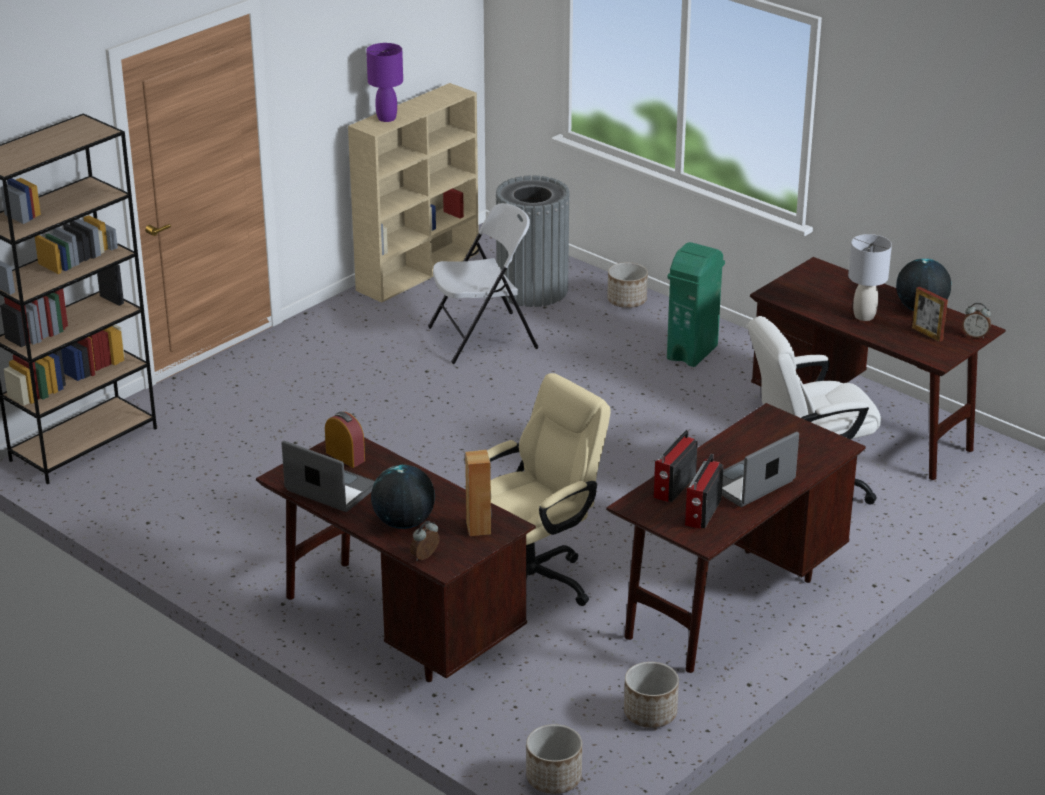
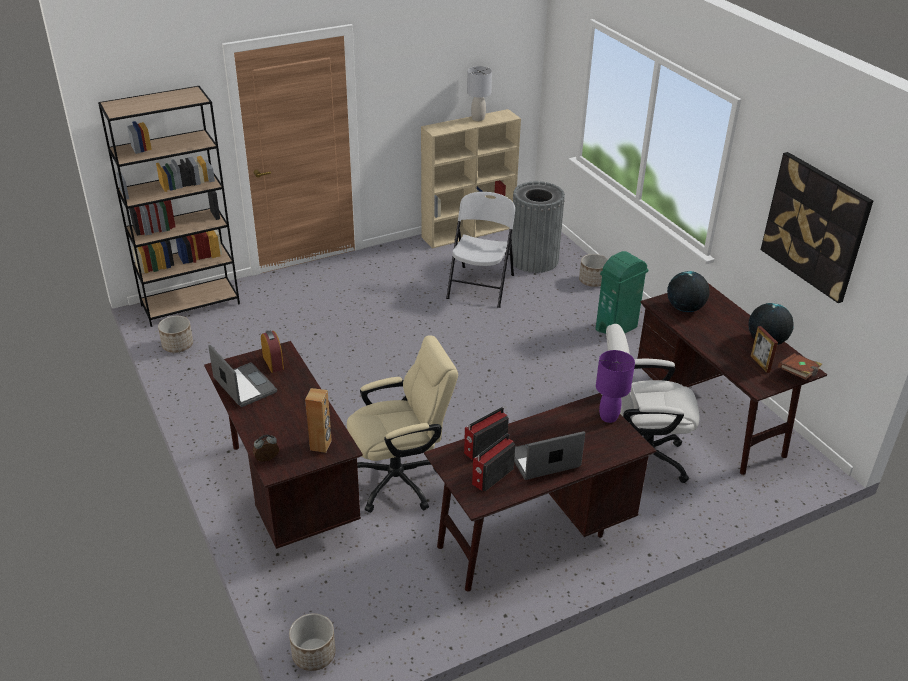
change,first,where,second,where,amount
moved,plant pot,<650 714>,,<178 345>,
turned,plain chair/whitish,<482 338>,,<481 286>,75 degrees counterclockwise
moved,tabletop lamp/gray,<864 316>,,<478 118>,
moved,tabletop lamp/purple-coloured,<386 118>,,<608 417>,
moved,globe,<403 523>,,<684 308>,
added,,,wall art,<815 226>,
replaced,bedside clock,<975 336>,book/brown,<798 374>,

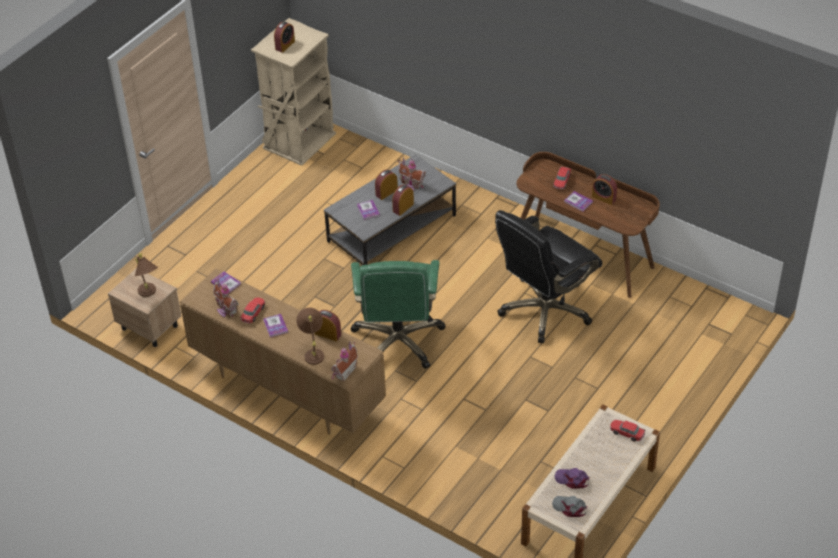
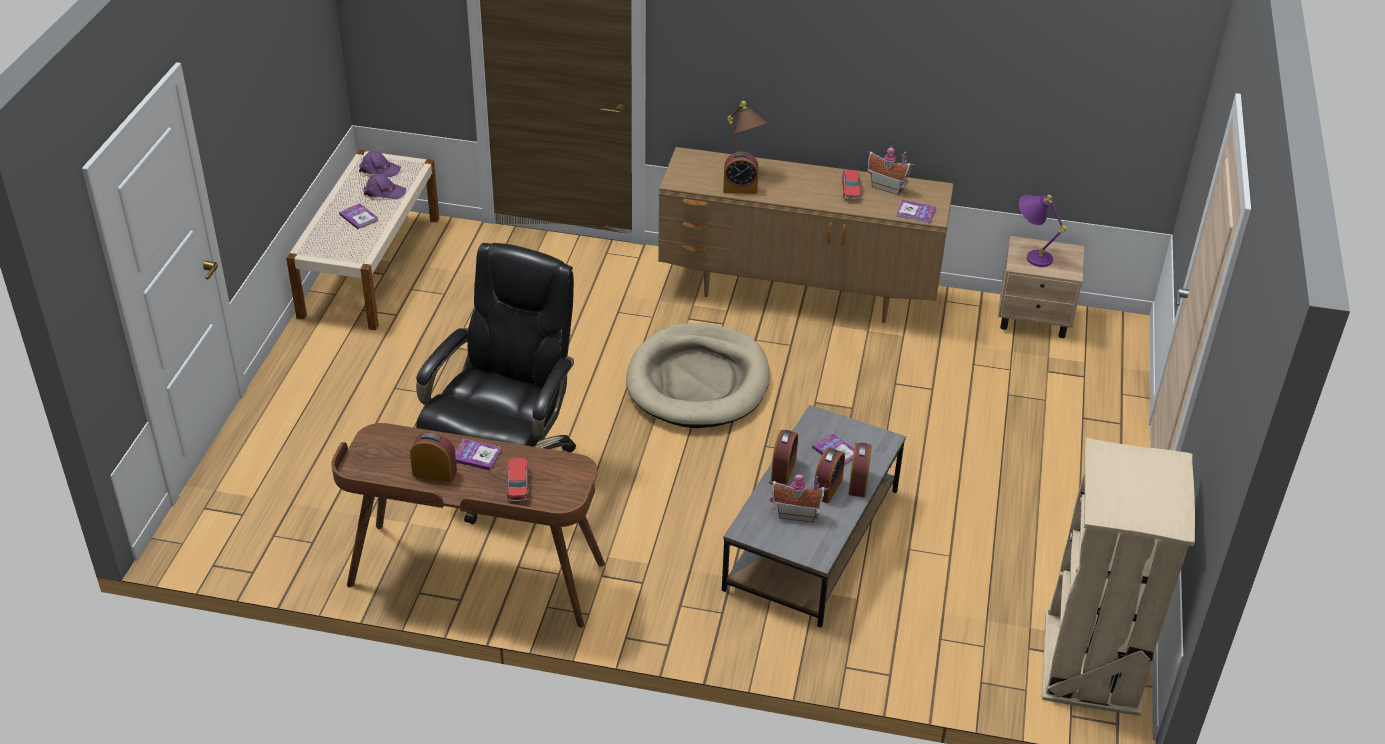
change,first,where,second,where,amount
moved,book,<275 326>,,<358 217>,
recoloured,cap/gray,<570 507>,cap/purple-coloured,<379 169>,
replaced,computer chair/green-coloured,<398 340>,dog bed/beige,<698 381>,
moved,bedside clock,<285 45>,,<858 482>,
recoloured,tabletop lamp/brown,<149 294>,tabletop lamp/purple-coloured,<1031 255>,
removed,toy house,<343 372>,,,
removed,miniature car,<627 433>,,,

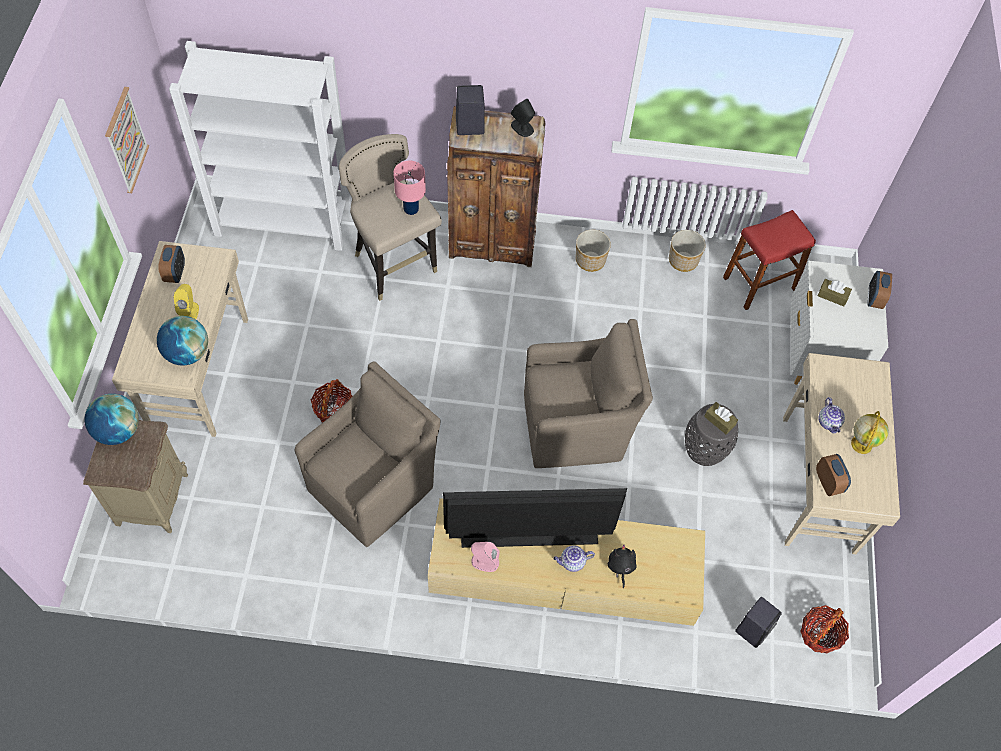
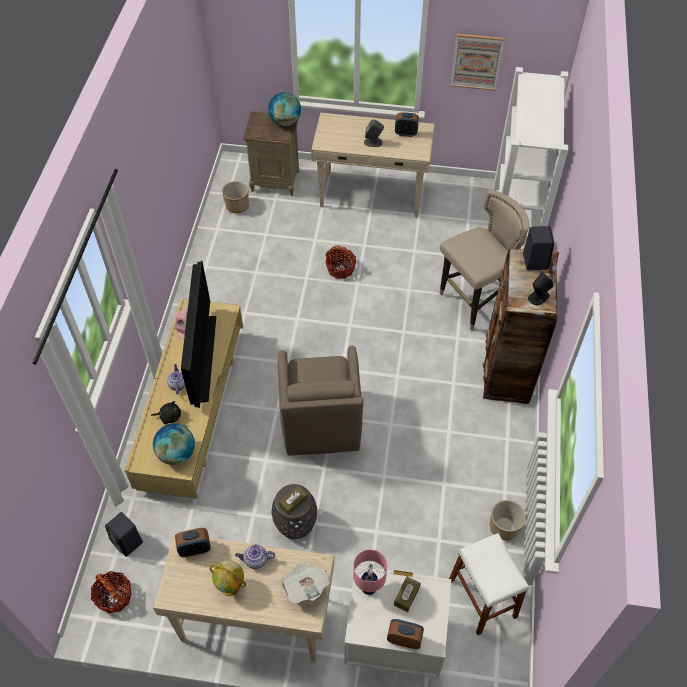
change,first,where,second,where,amount
moved,globe,<187 353>,,<177 453>,
moved,plant pot,<590 260>,,<237 206>,
added,,,daily paper,<305 585>,
moved,tabletop lamp/pinkish,<412 209>,,<369 588>,
recoloured,audio speaker/yellow-coloured,<189 312>,audio speaker/gray,<373 142>,
recoloured,stool seat/red,<759 283>,stool seat/whitish,<482 598>,
removed,lounge chair/brown,<374 486>,,,

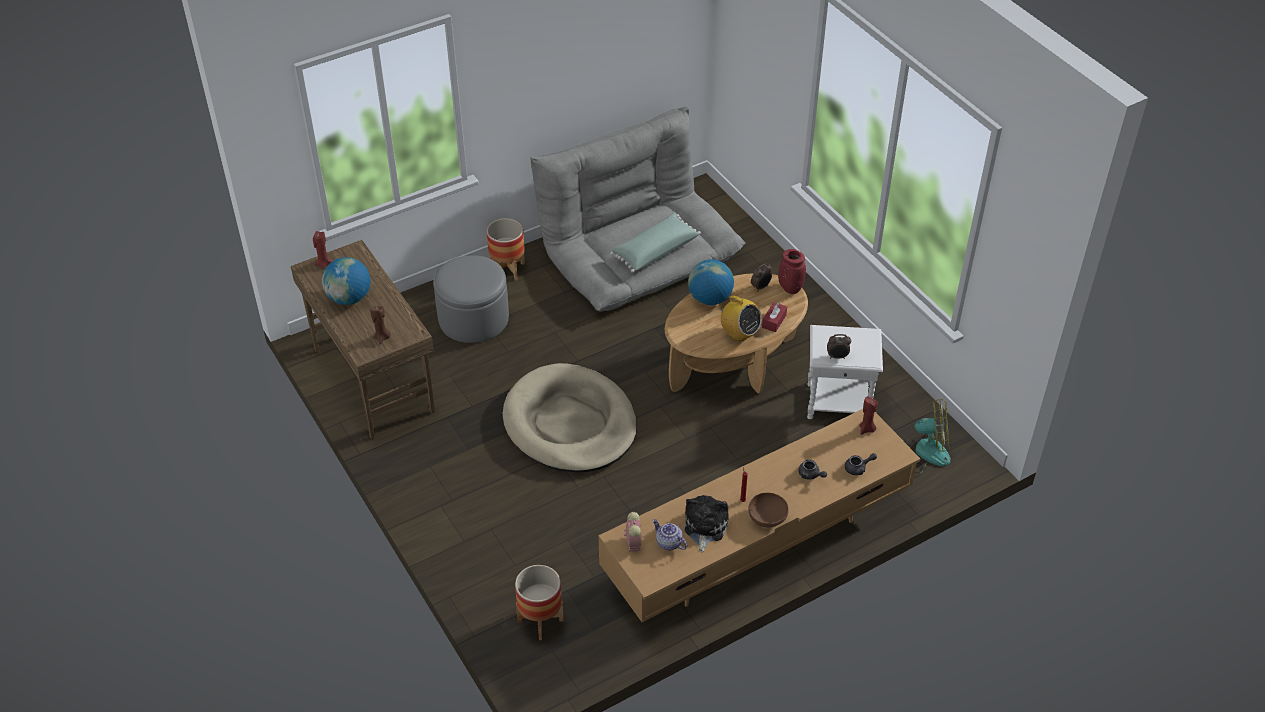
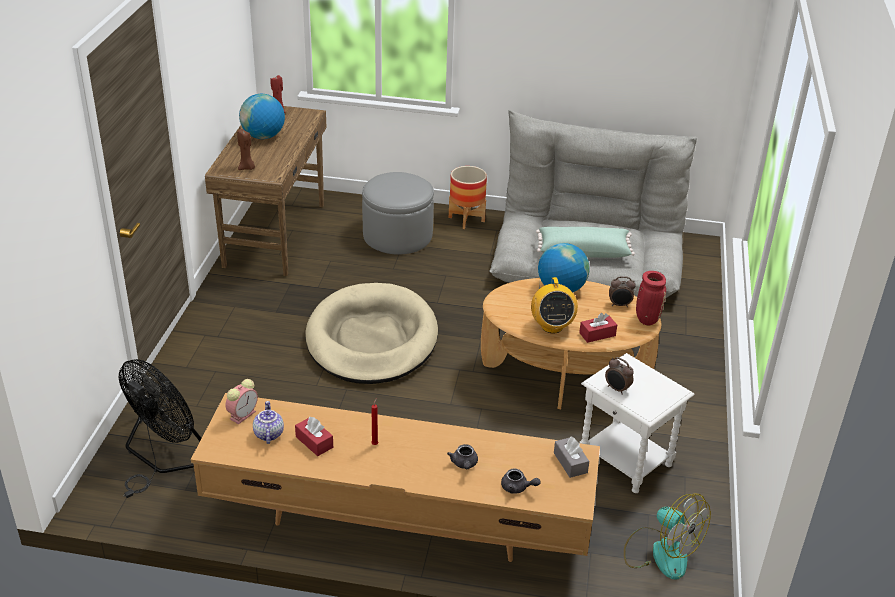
change,first,where,second,where,amount
replaced,plant pot,<540 621>,electric fan/blackish,<157 455>,
replaced,plush toy,<704 527>,tissue holder/red,<314 442>,
replaced,candle/red,<867 429>,tissue holder/gray,<570 463>,
removed,serving bowl/brown,<767 518>,,,

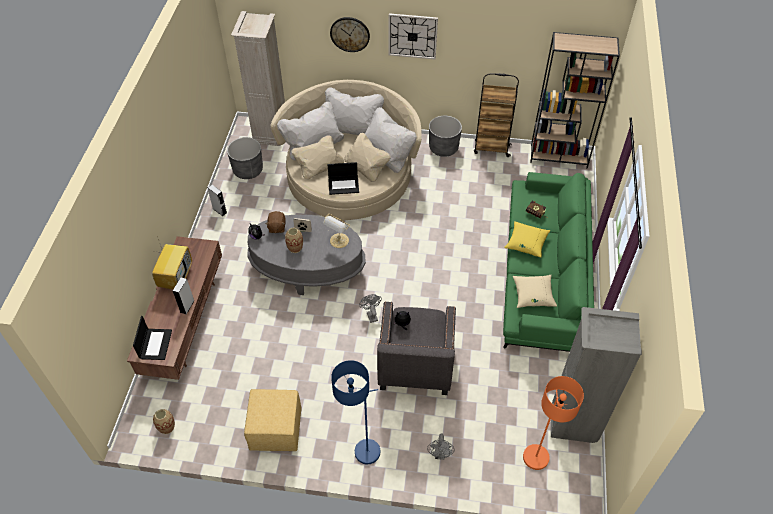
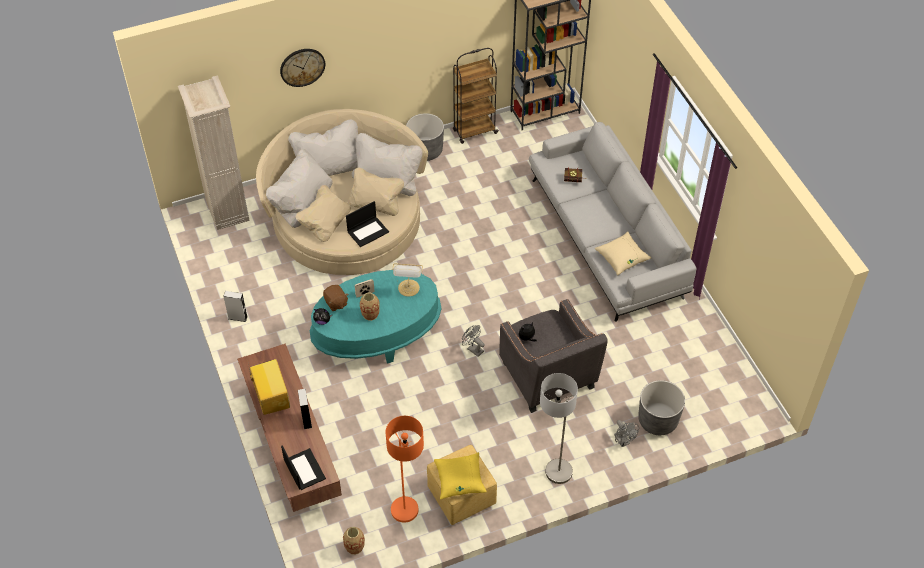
change,first,where,second,where,amount
recoloured,lounge table/gray,<308 267>,lounge table/turquoise-coloured,<377 333>,
moved,floor lamp/orange-coloured,<536 465>,,<408 517>,
moved,throw pillow/yellow-coloured,<526 243>,,<459 480>,
recoloured,sofa/green-coloured,<542 275>,sofa/gray,<605 237>,
recoloured,floor lamp/blue,<359 453>,floor lamp/gray,<553 477>,
moved,plant pot/gray,<248 170>,,<658 420>,
removed,clock on the wall,<412 36>,,,
removed,cabinet/gray,<573 424>,,,

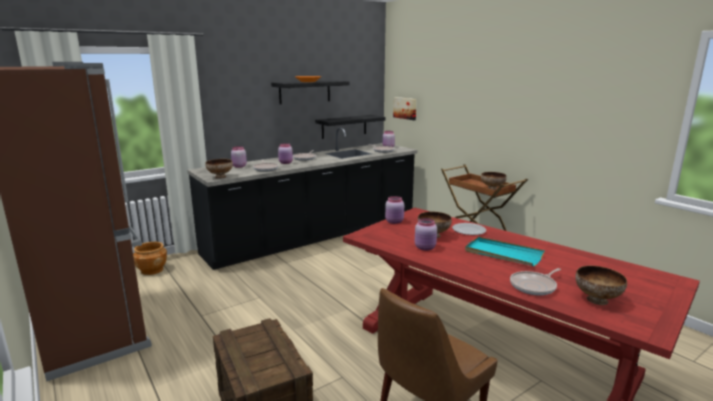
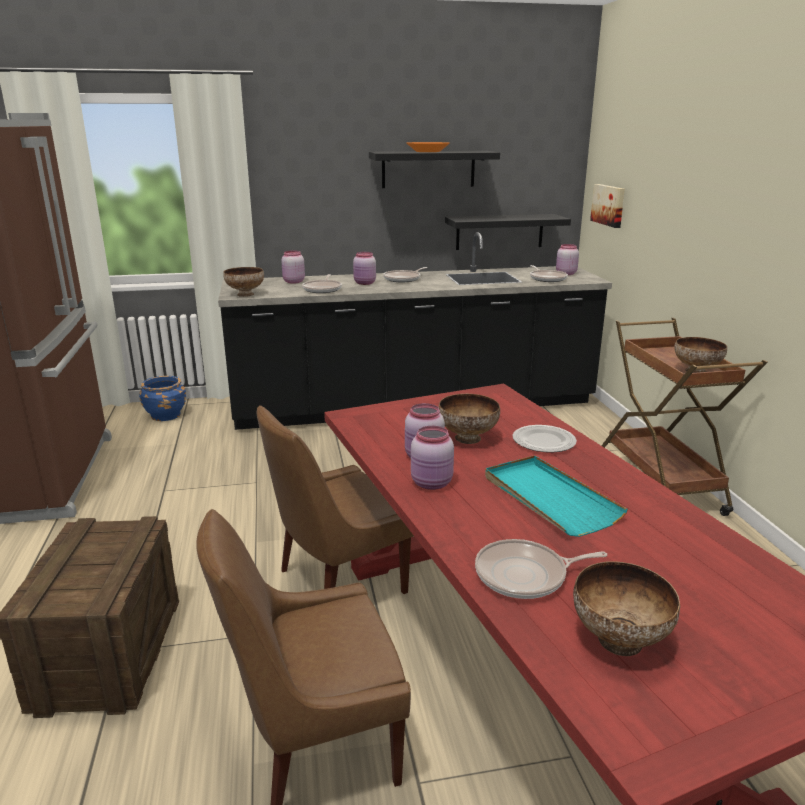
change,first,where,second,where,amount
recoloured,plant pot/brown,<152 270>,plant pot/blue,<165 415>,
added,,,plain chair/brown,<337 583>,
moved,jar/pinkish,<395 222>,,<432 484>,

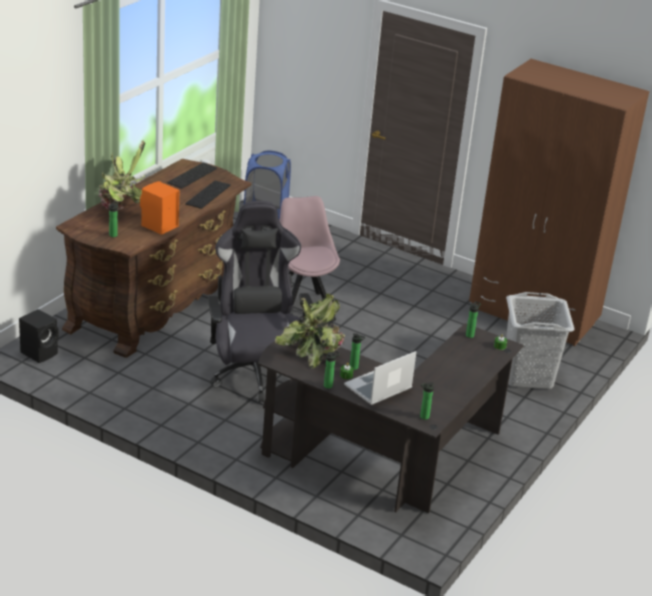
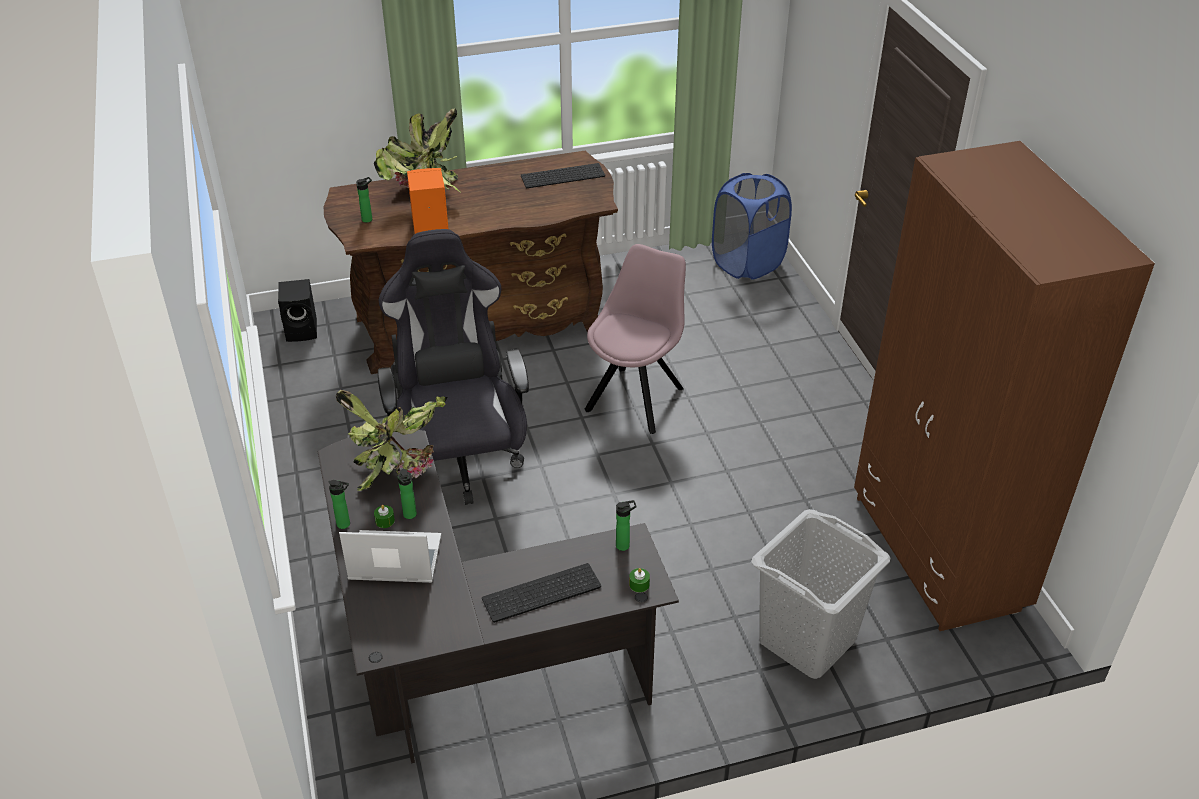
change,first,where,second,where,amount
turned,computer chair/blackish,<255 380>,,<461 467>,45 degrees counterclockwise
moved,computer keyboard,<209 195>,,<541 594>,
removed,bottle,<423 417>,,,

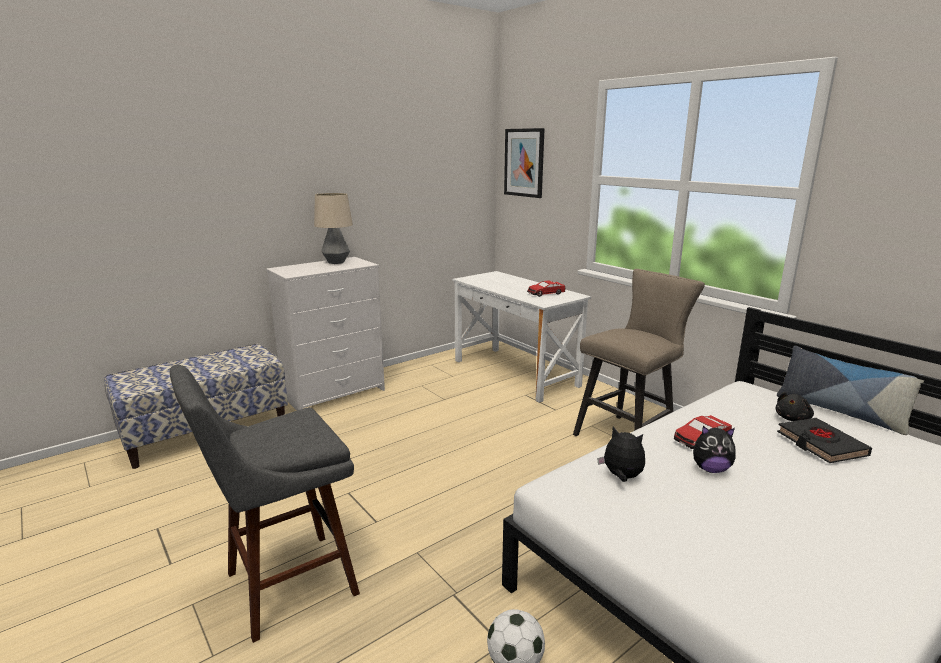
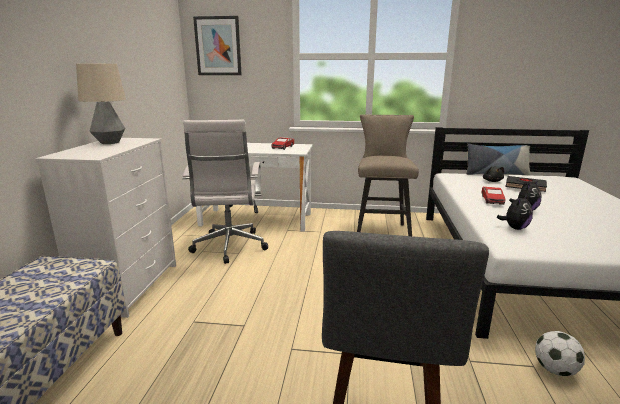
change,first,where,second,where,amount
added,,,computer chair/whitish,<229 248>,
turned,plush toy,<621 477>,,<514 228>,150 degrees clockwise

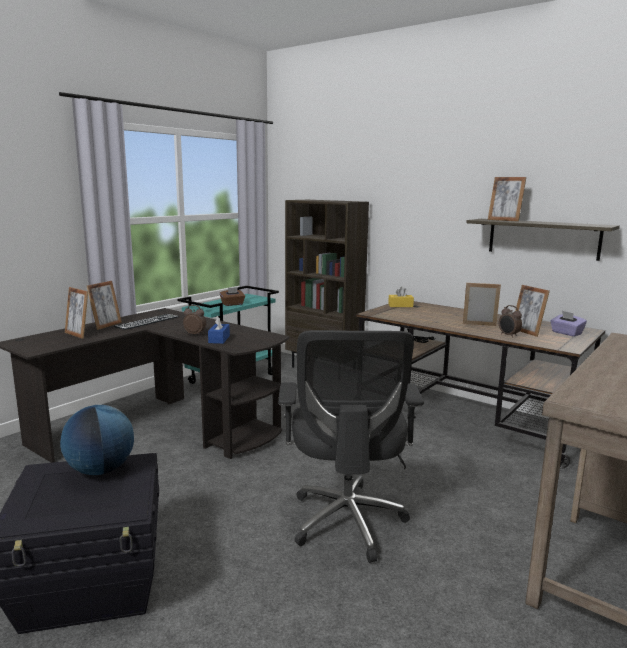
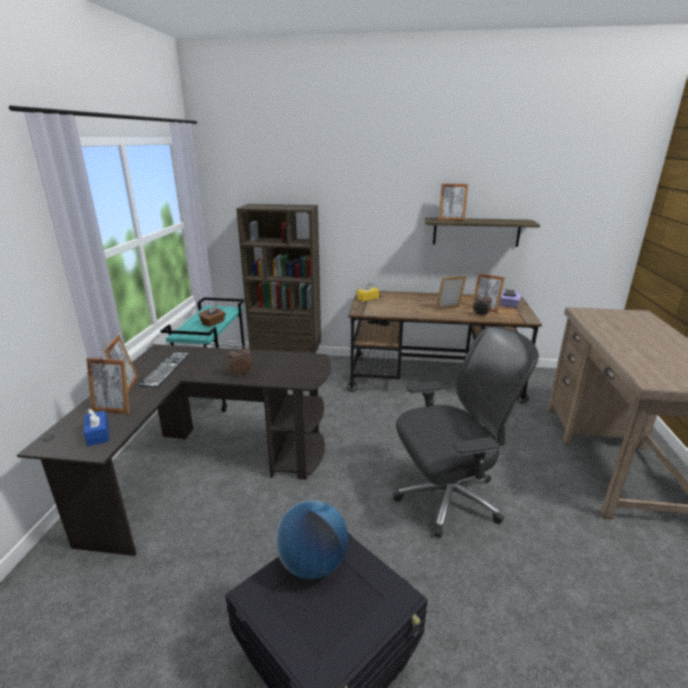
change,first,where,second,where,amount
moved,tissue holder/blue,<219 339>,,<98 434>,
turned,computer chair,<346 519>,,<448 500>,75 degrees counterclockwise

